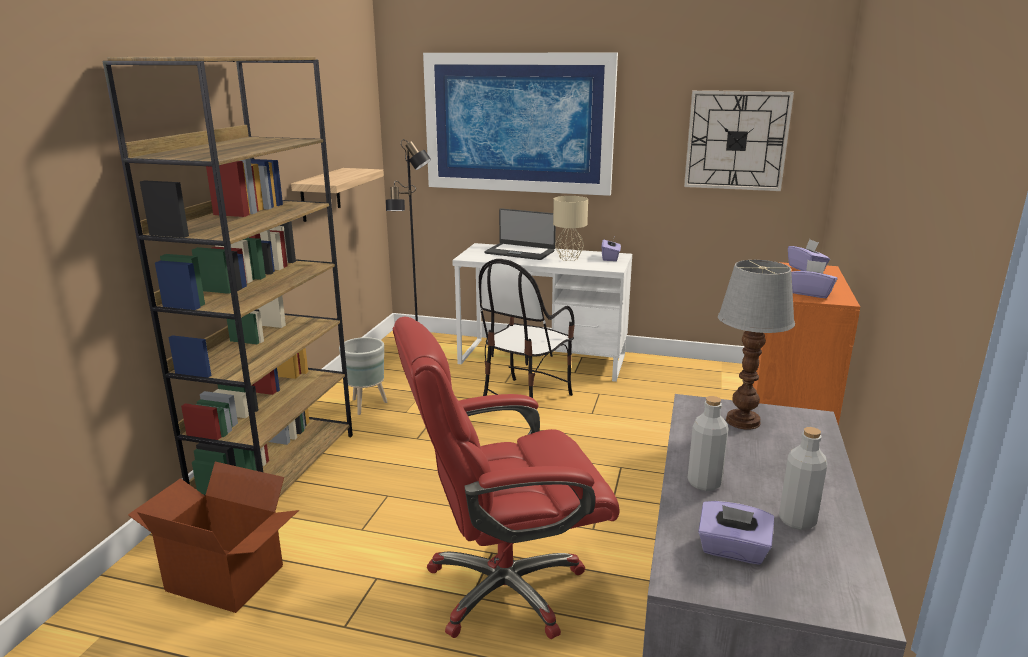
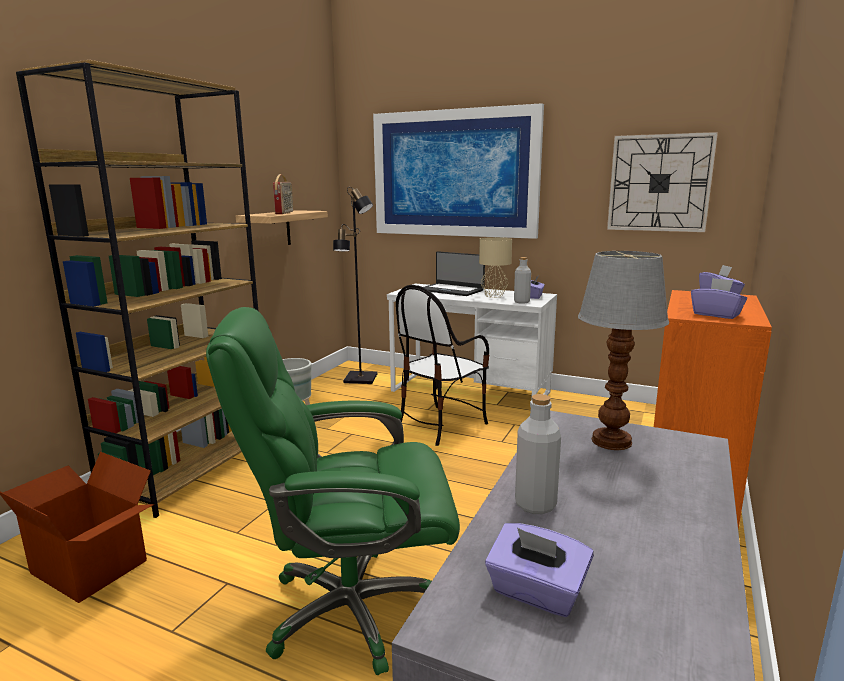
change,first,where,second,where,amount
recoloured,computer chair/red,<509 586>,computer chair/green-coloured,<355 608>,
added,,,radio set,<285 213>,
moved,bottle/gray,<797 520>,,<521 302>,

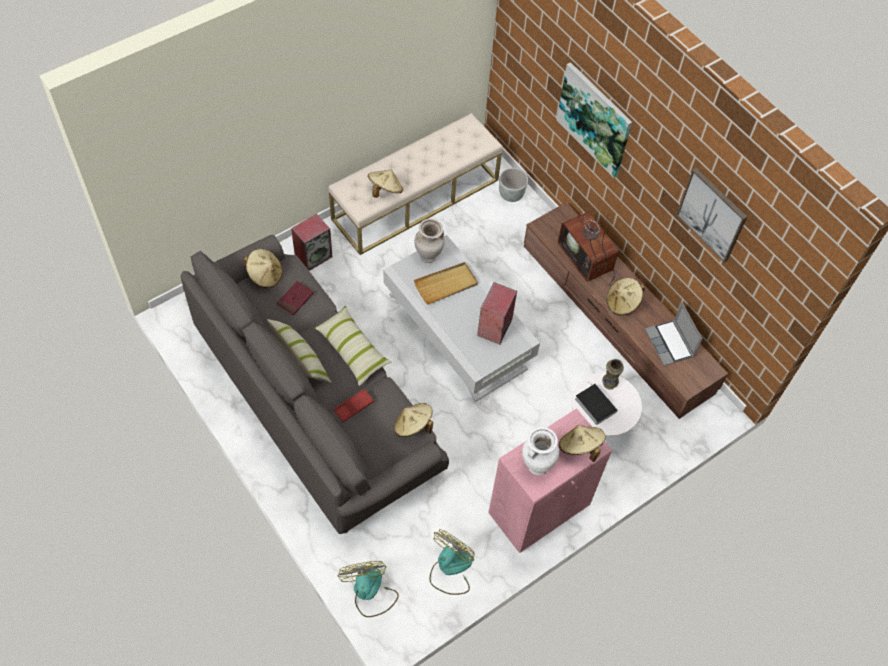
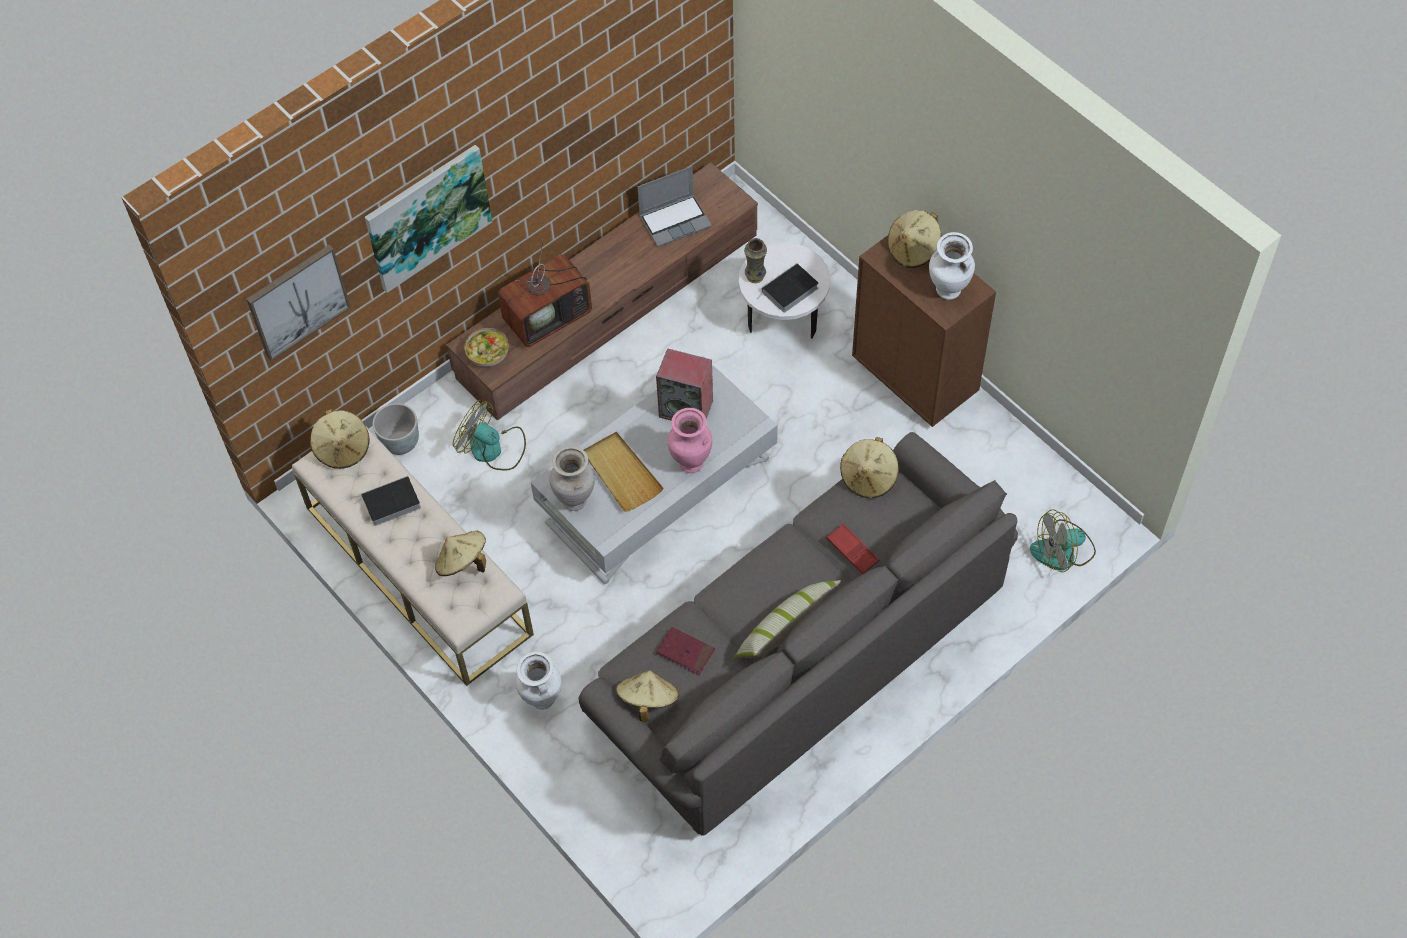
change,first,where,second,where,amount
moved,wall art,<712 214>,,<297 301>,
moved,wearable hat/beige,<622 303>,,<343 449>,
added,,,book,<390 504>,
moved,electric fan,<450 569>,,<493 449>,
added,,,serving bowl,<488 353>,
replaced,audio speaker,<313 256>,flower vase/whitish,<542 699>,
added,,,flower vase/pinkish,<691 462>,
recoloured,cabinet/pinkish,<537 512>,cabinet/brown,<916 378>,
removed,throw pillow,<352 350>,,,

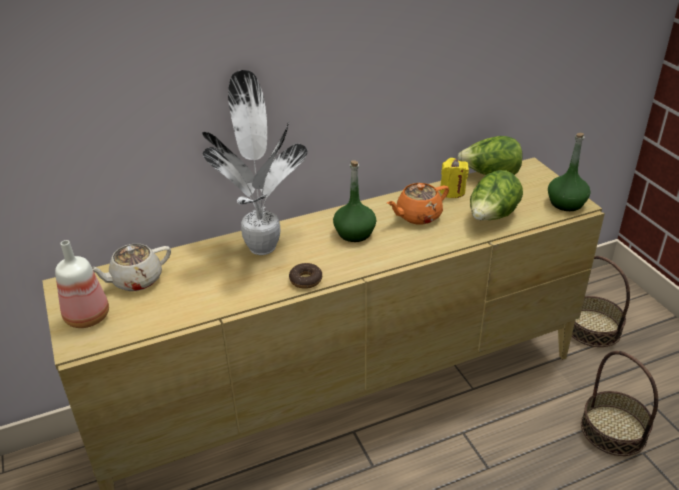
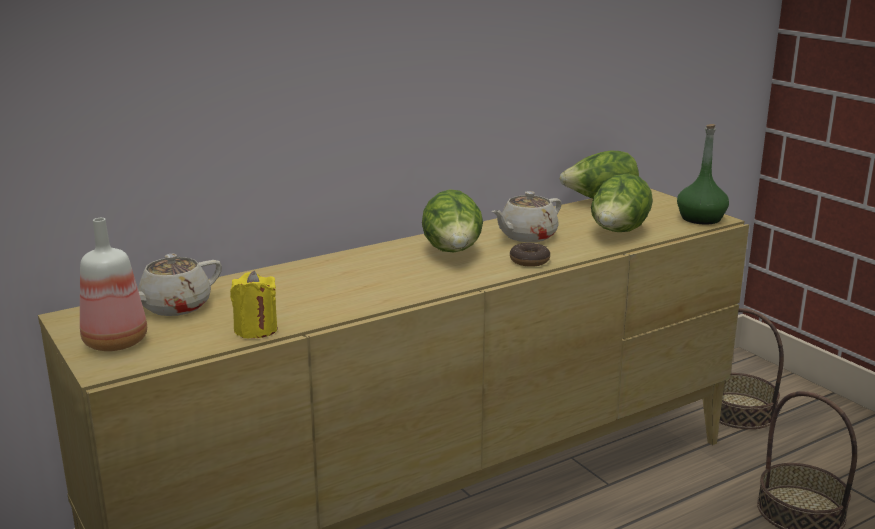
change,first,where,second,where,amount
moved,candle/yellow-coloured,<452 191>,,<256 330>,
replaced,bottle/green-coloured,<354 233>,head of lettuce,<453 253>,
recoloured,teapot/orange-coloured,<417 216>,teapot/beige,<526 236>,
moved,doughnut,<305 280>,,<529 261>,
removed,houseplant,<262 245>,,,

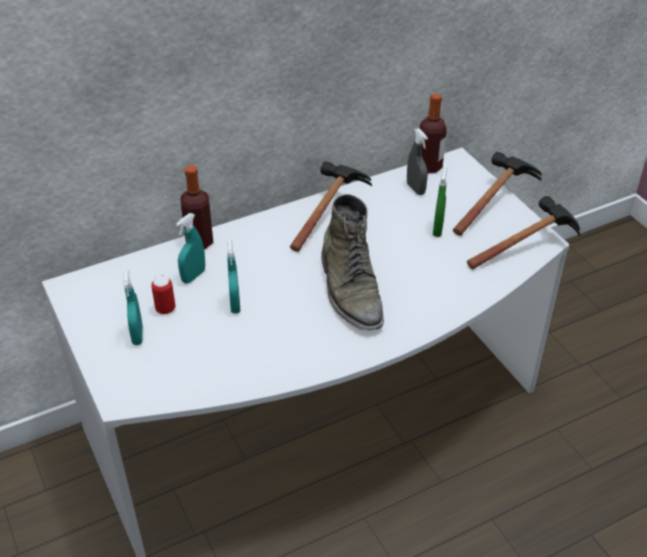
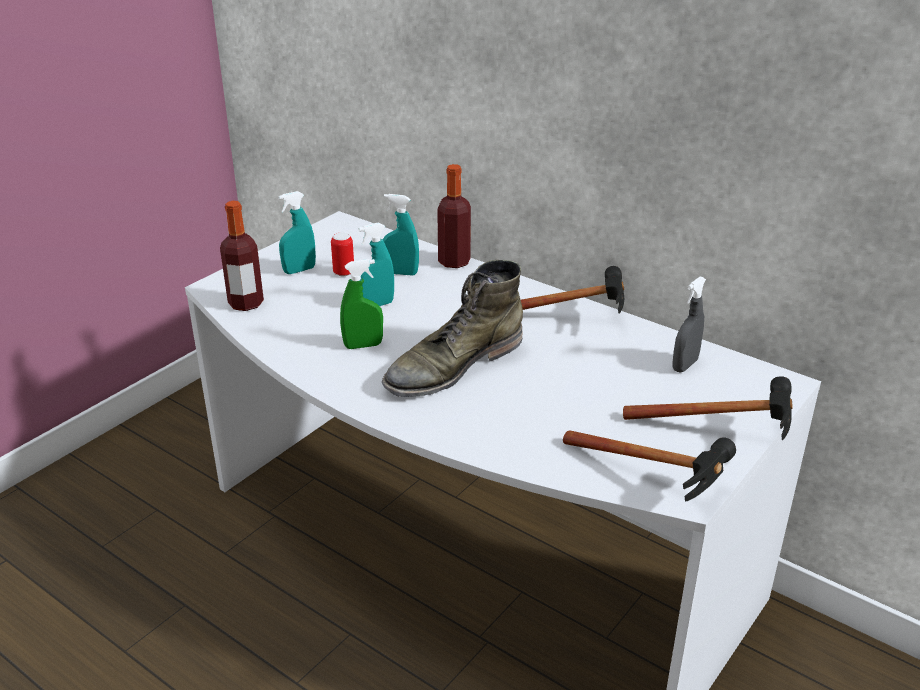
change,first,where,second,where,amount
moved,bottle,<429 167>,,<246 303>,
moved,hand sprayer/green-coloured,<438 229>,,<363 345>,

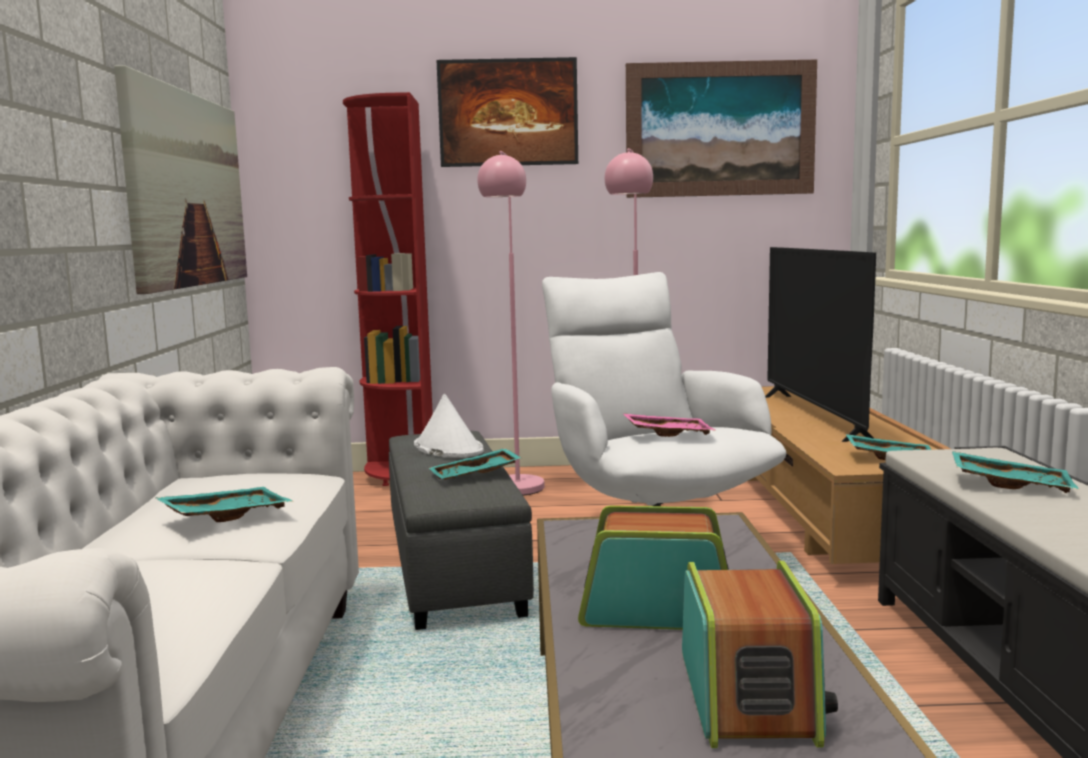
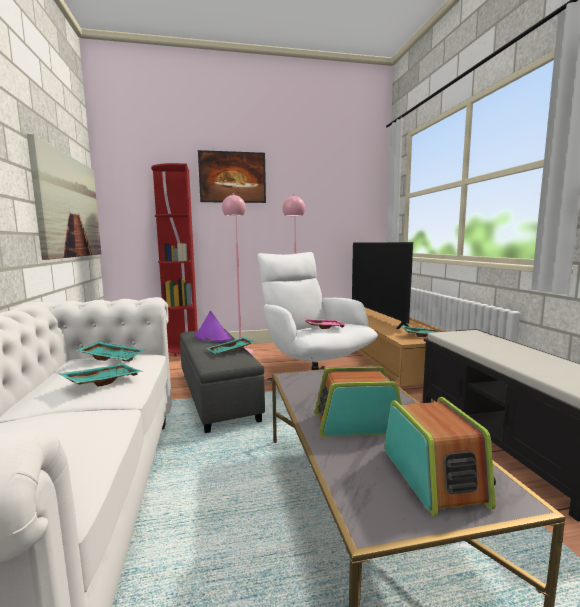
change,first,where,second,where,amount
moved,tray/turquoise-coloured,<1010 484>,,<113 358>,
recoloured,wearable hat/whitish,<447 448>,wearable hat/purple-coloured,<212 337>,
removed,wall art,<720 129>,,,

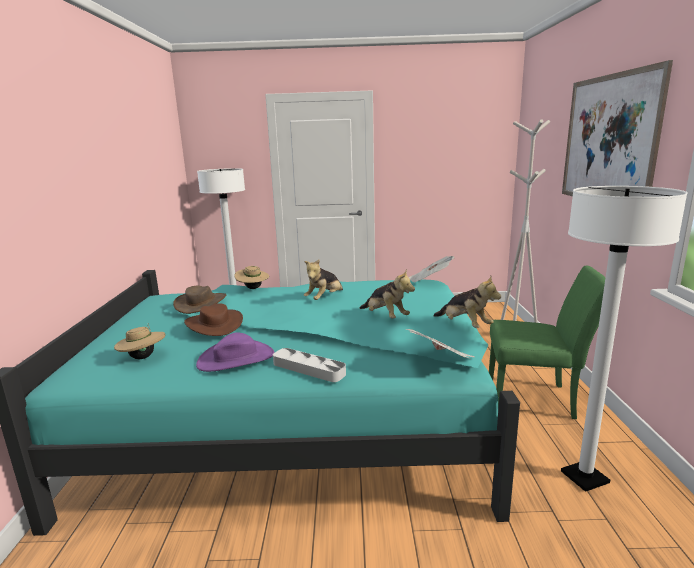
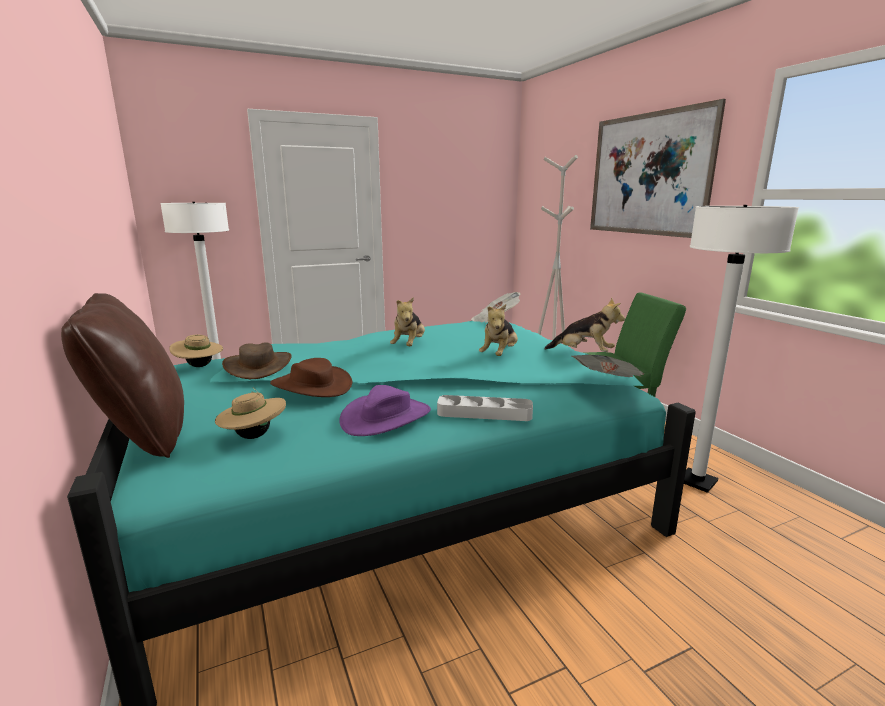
change,first,where,second,where,amount
added,,,throw pillow/brown,<143 435>,
moved,wearable hat/beige,<253 288>,,<199 366>,
turned,plush toy,<385 317>,,<499 355>,90 degrees clockwise

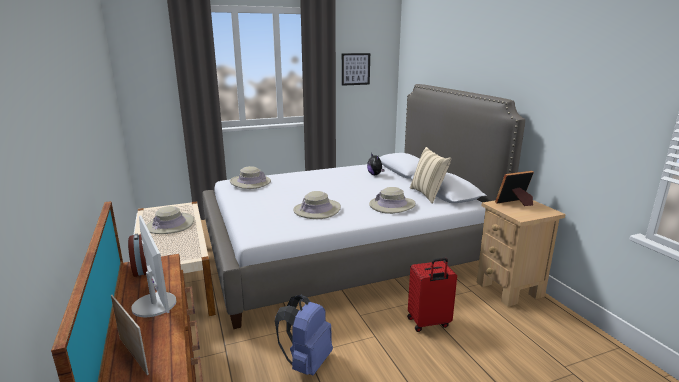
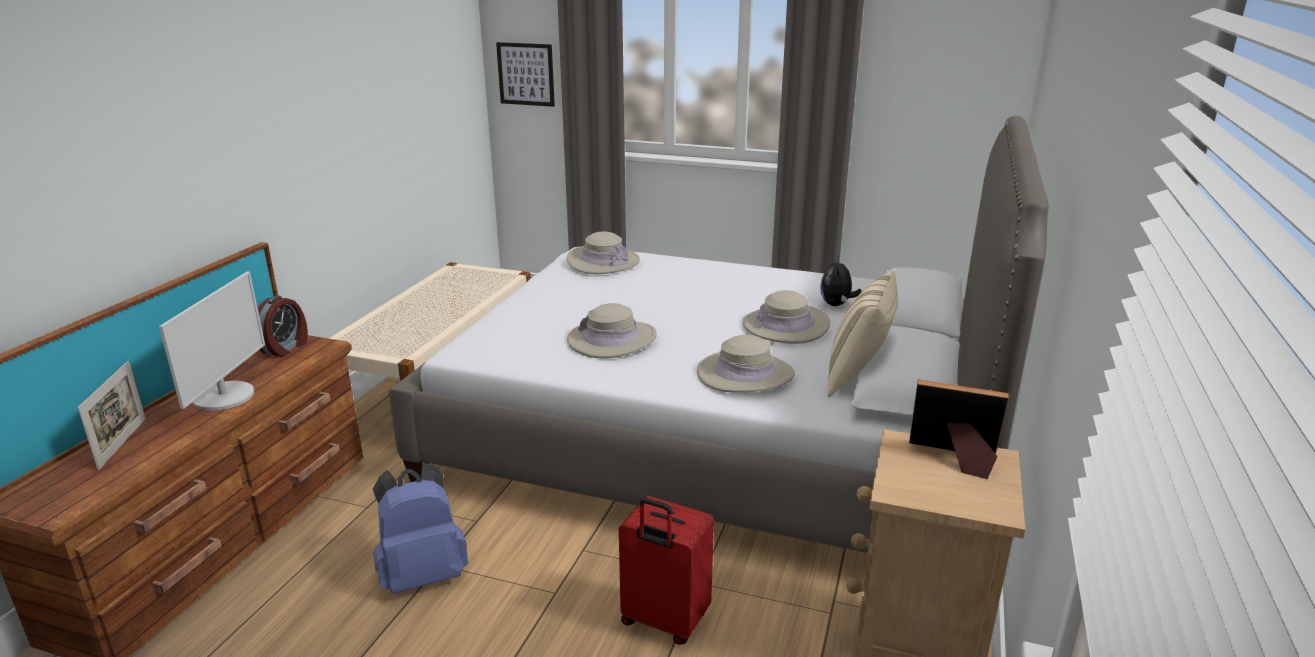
change,first,where,second,where,amount
moved,wall art,<355 69>,,<526 74>,
moved,wearable hat/beige,<170 225>,,<786 325>,

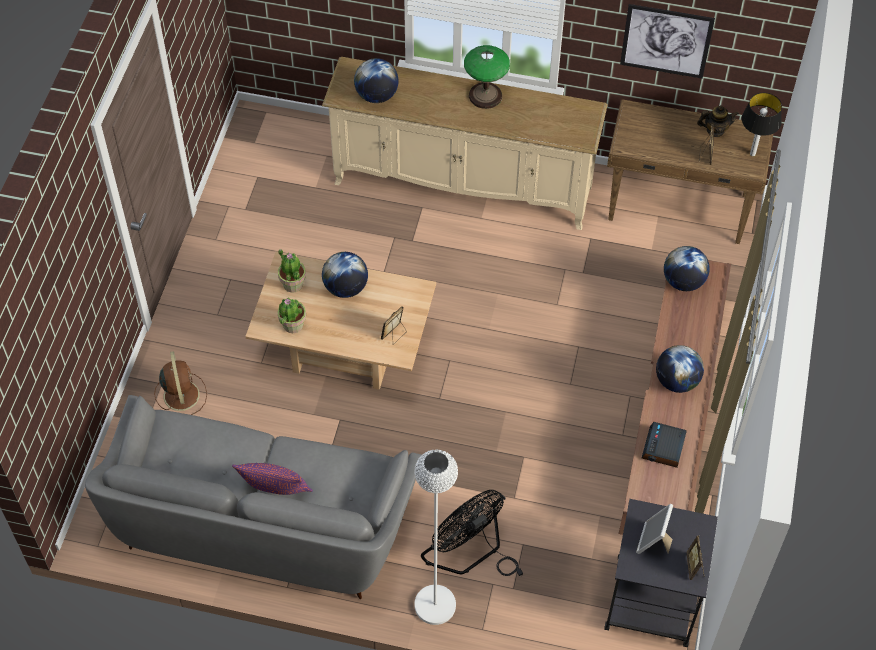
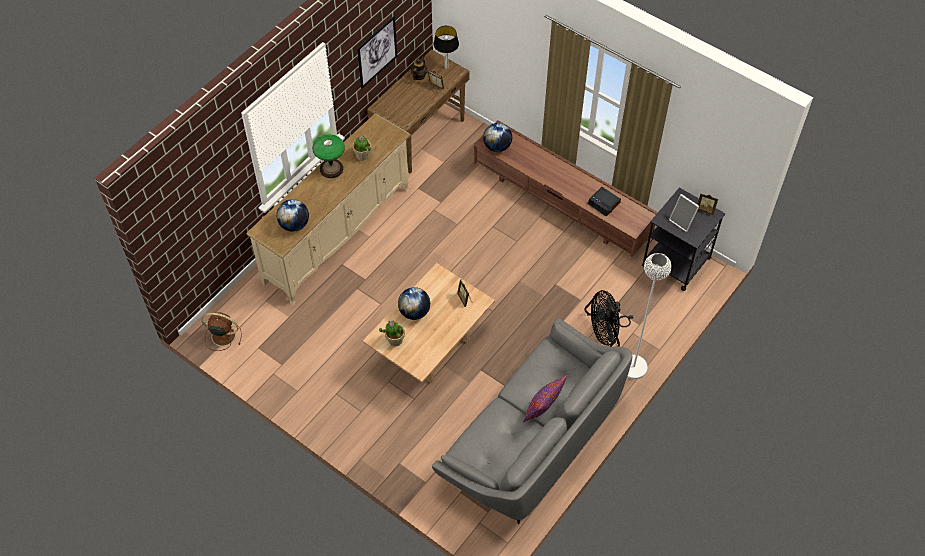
change,first,where,second,where,amount
moved,electric fan/brown,<181 394>,,<222 335>,
moved,houseplant,<292 325>,,<362 155>,
removed,globe,<676 381>,,,

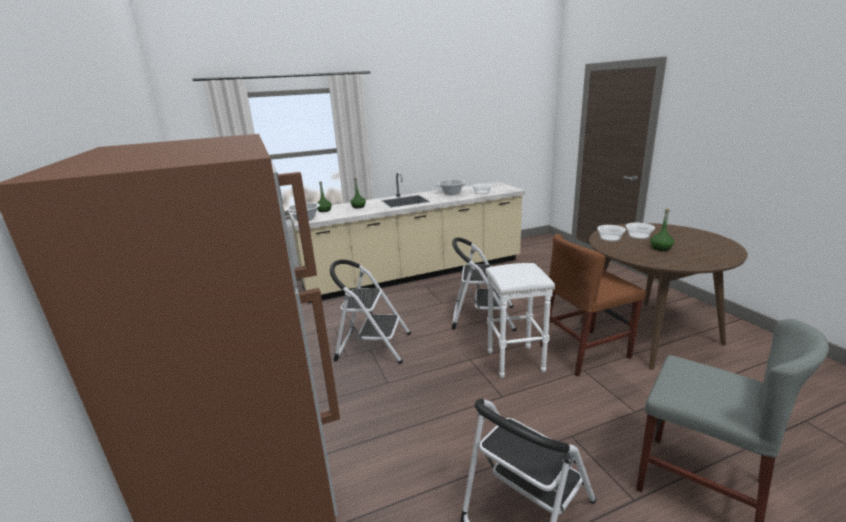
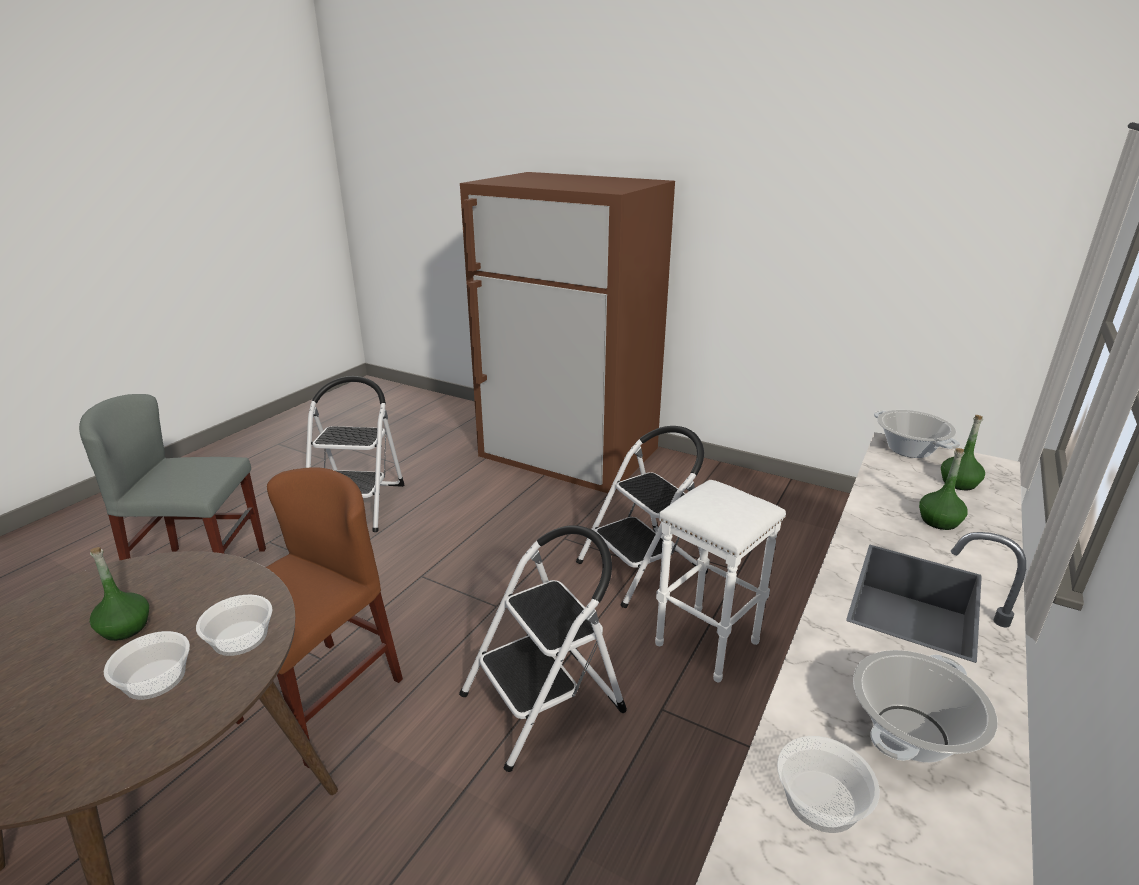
change,first,where,second,where,amount
moved,stool seat/whitish,<516 360>,,<707 644>,

